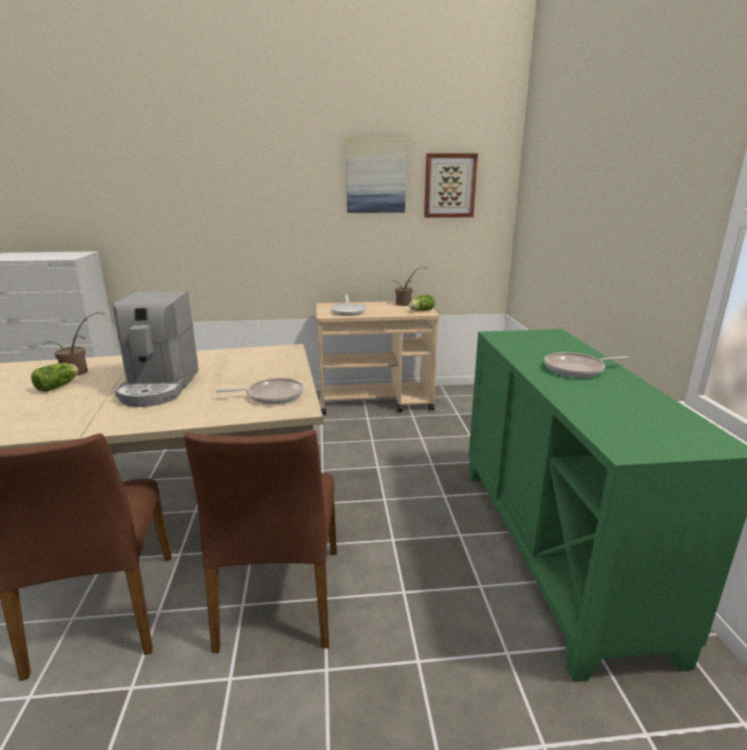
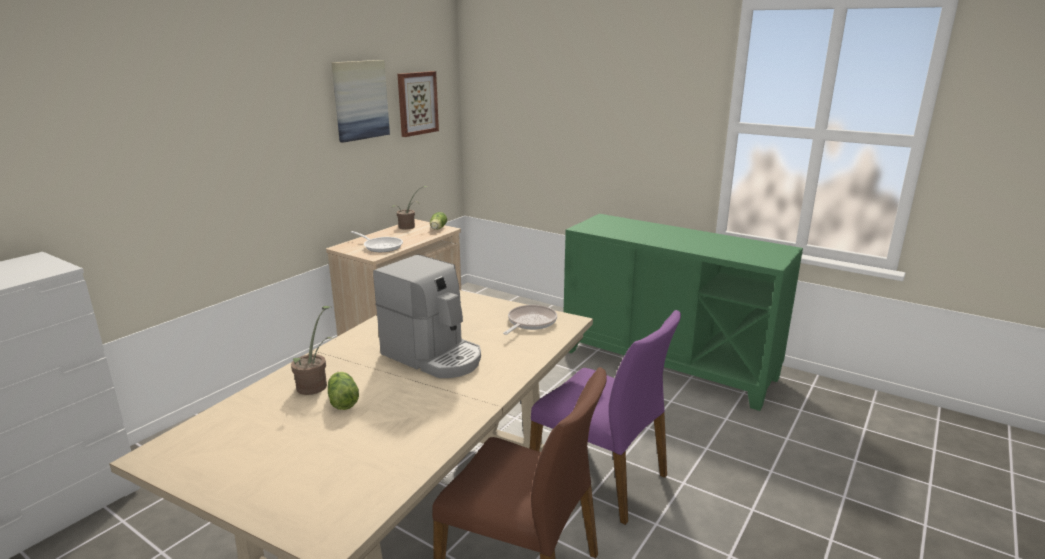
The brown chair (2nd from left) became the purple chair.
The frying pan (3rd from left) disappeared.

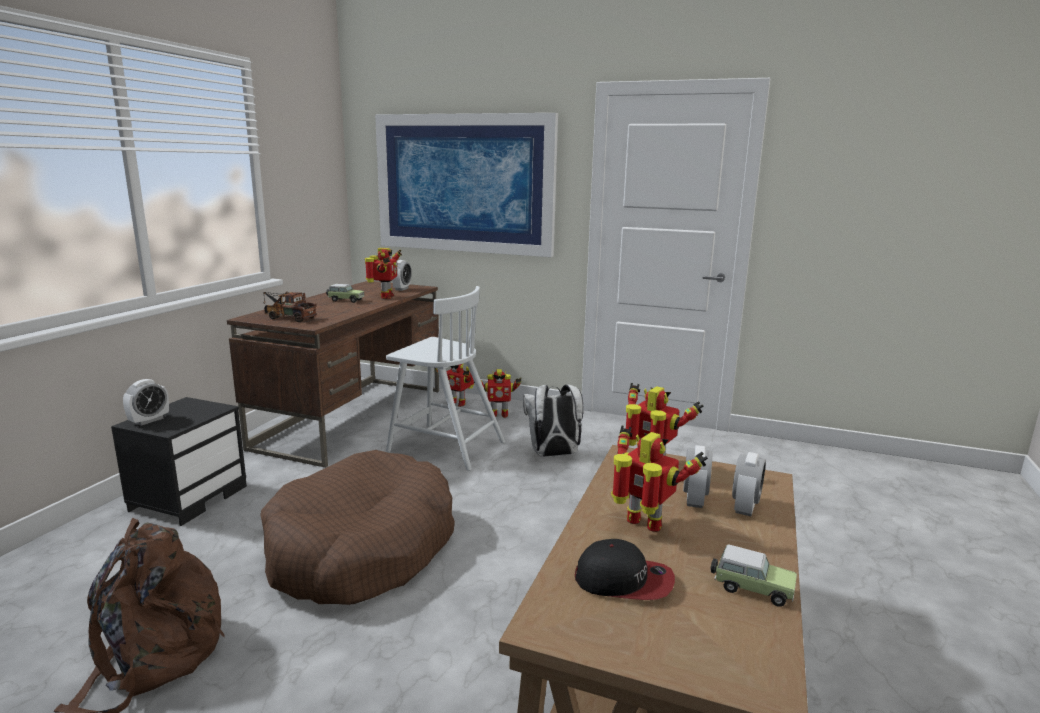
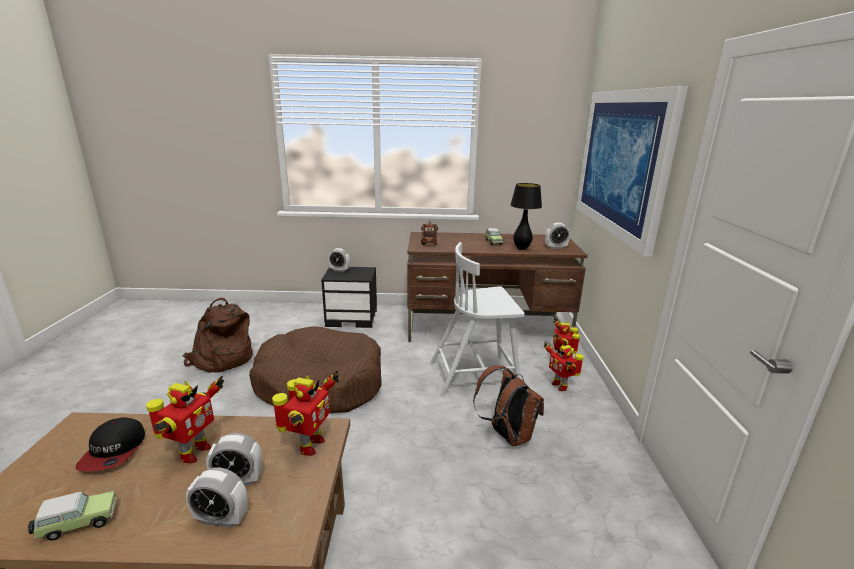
The toy robot (1st from left) was replaced by the black table lamp.
The white chair turned 75 degrees clockwise.
The white backpack became the brown backpack (2nd from left).
The toy car (2nd from left in the first image) turned 120 degrees counterclockwise.

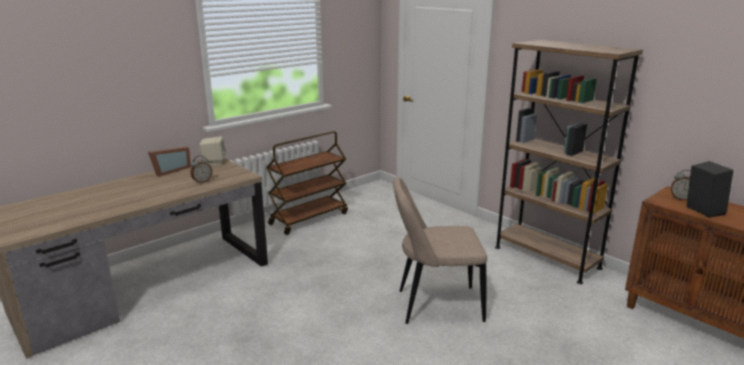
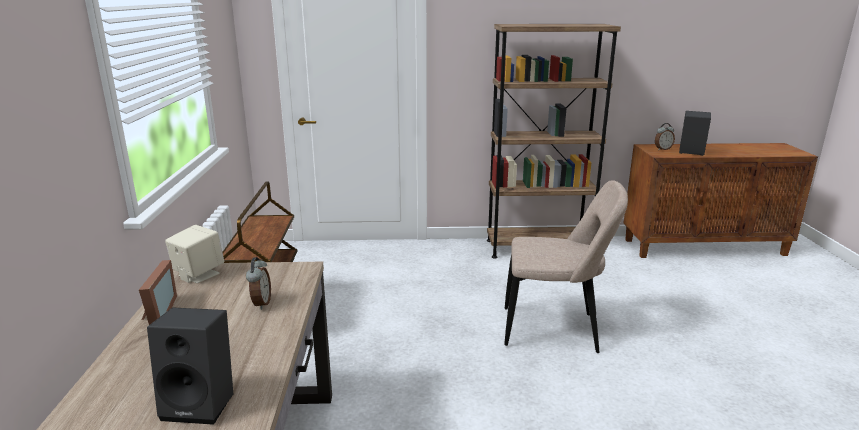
The beige chair turned 120 degrees counterclockwise.
The black speaker (1st from left) appeared.

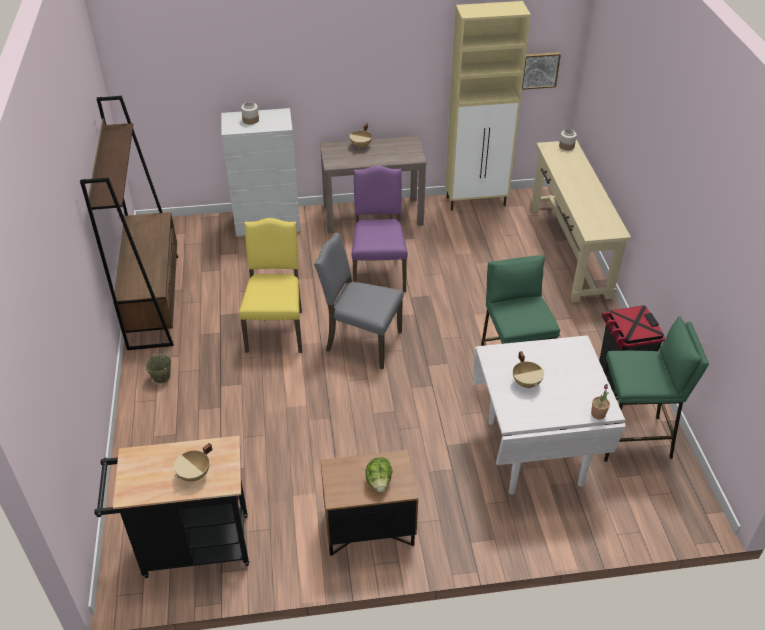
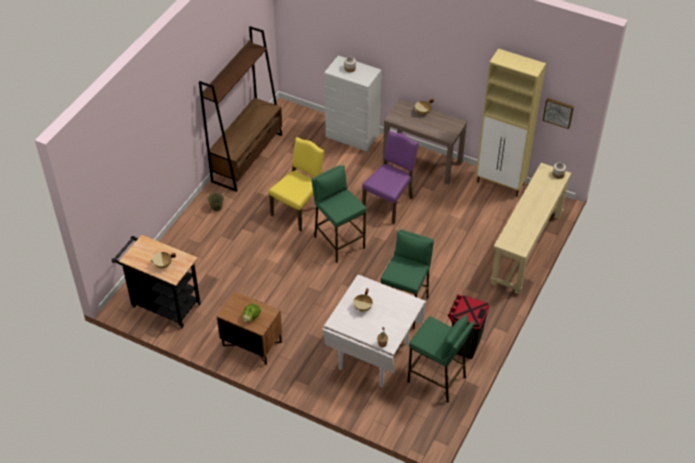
The grey chair was replaced by the green stool (1st from left).

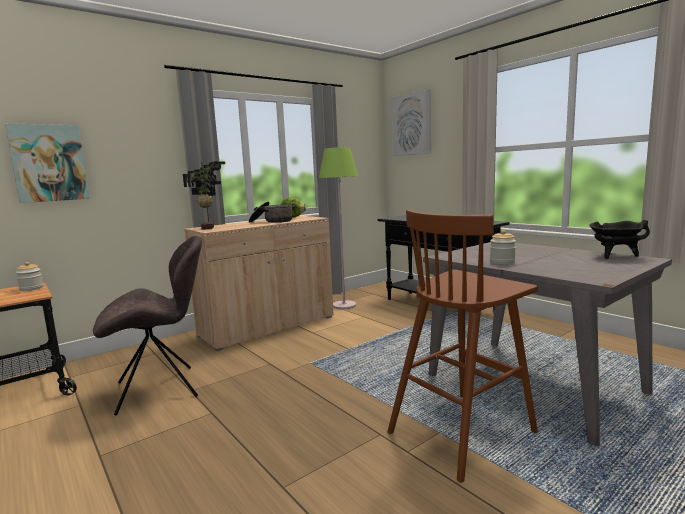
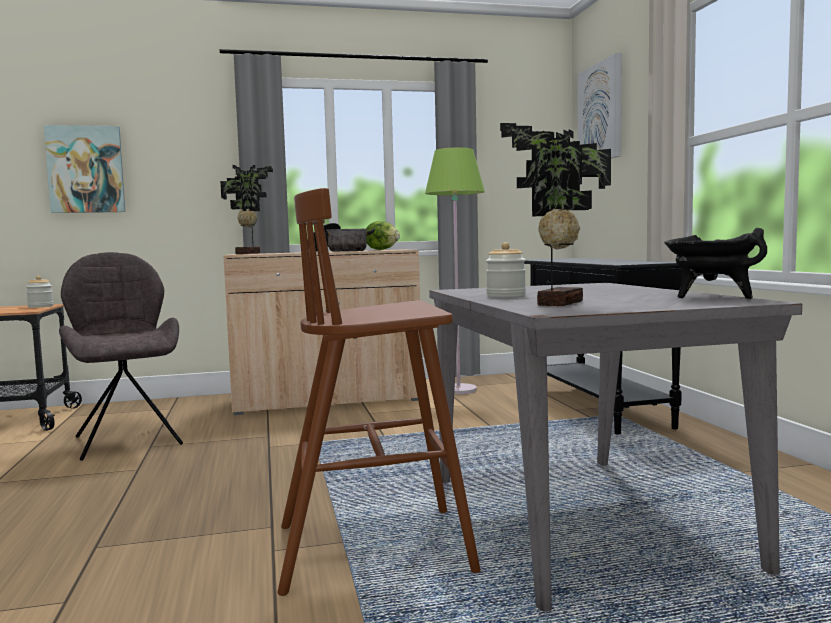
The grey chair turned 120 degrees counterclockwise.
The potted plant (2nd from left) appeared.

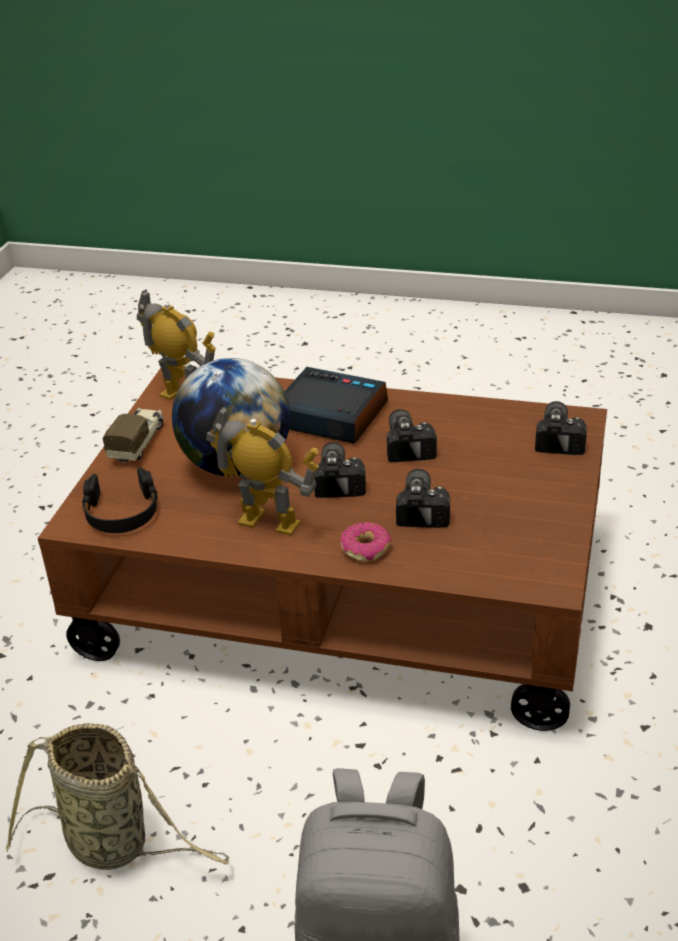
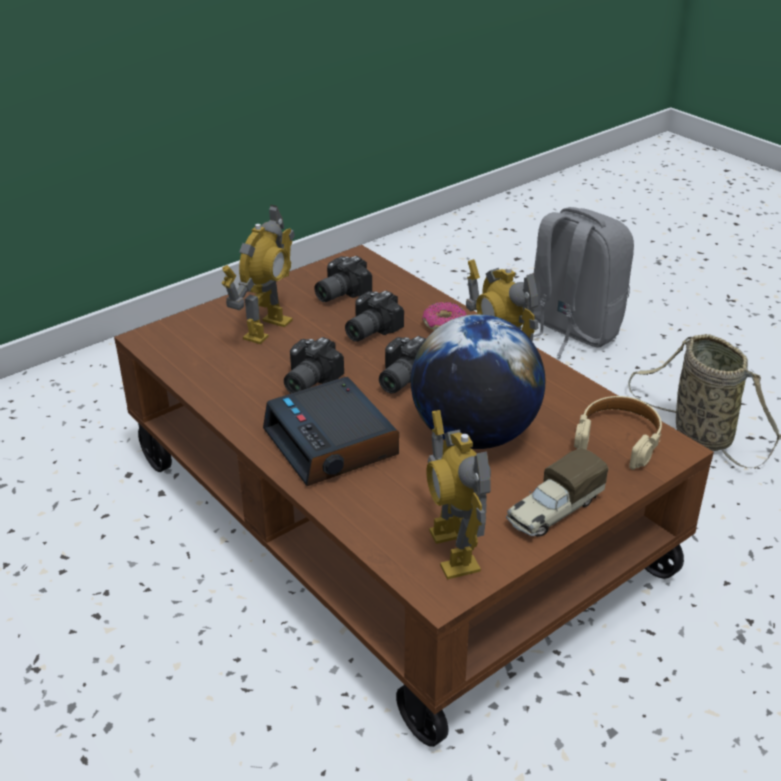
The black headphones became the beige headphones.
The photo camera (4th from left in the first image) moved.
The toy robot (1st from left) appeared.

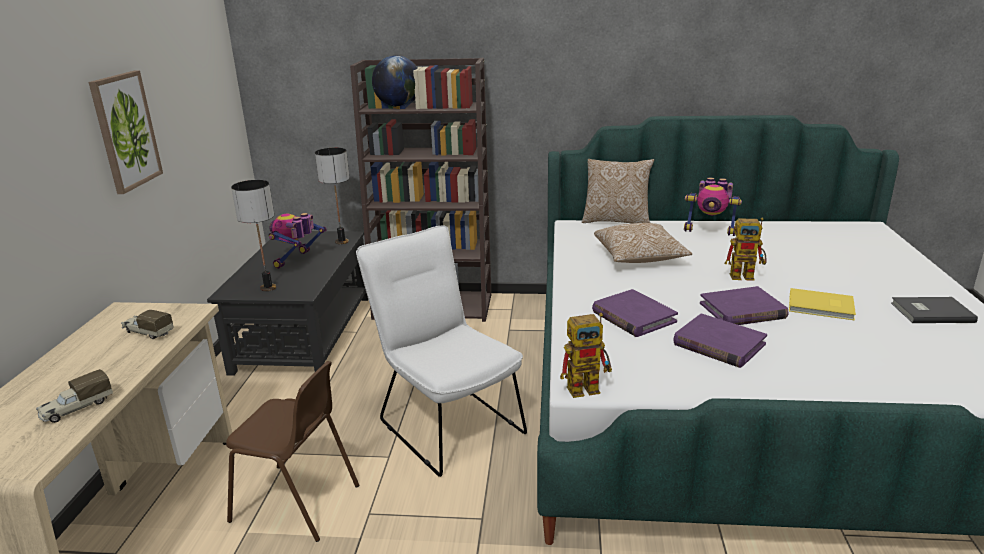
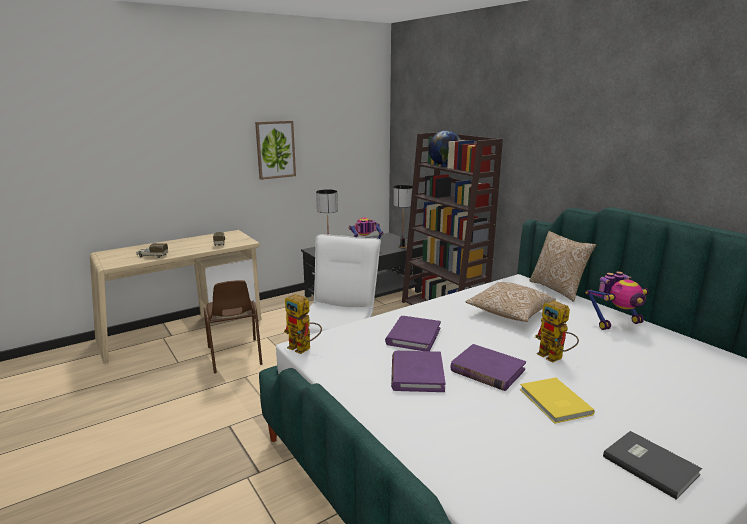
The toy robot (3rd from left in the first image) turned 90 degrees counterclockwise.

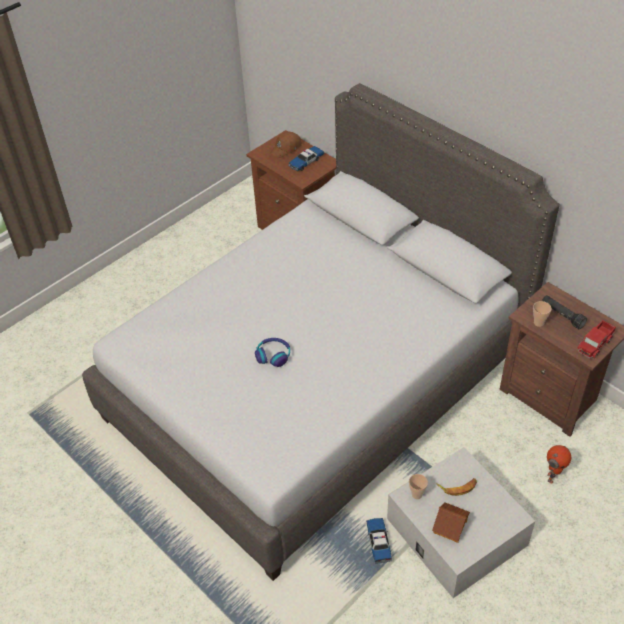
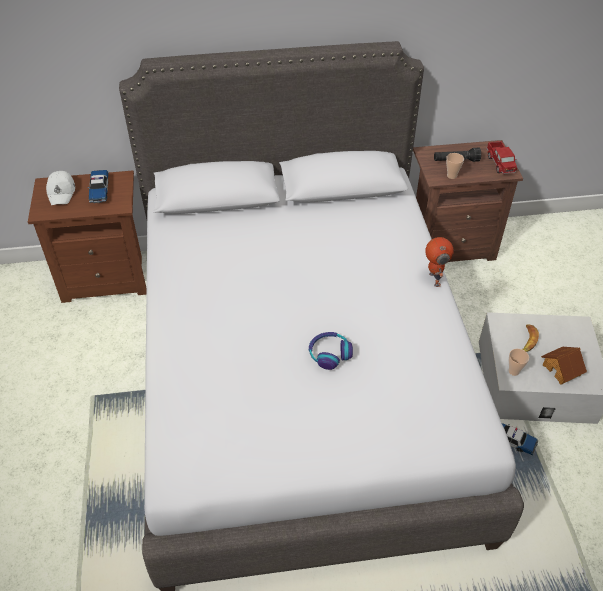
The brown cap became the white cap.
The toy robot moved.

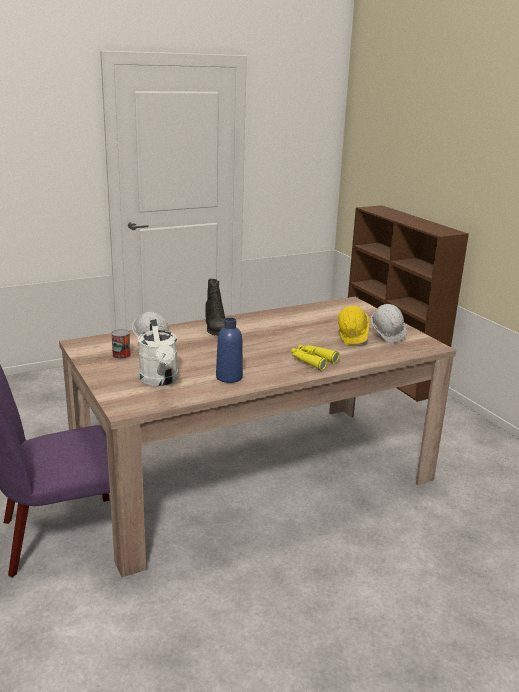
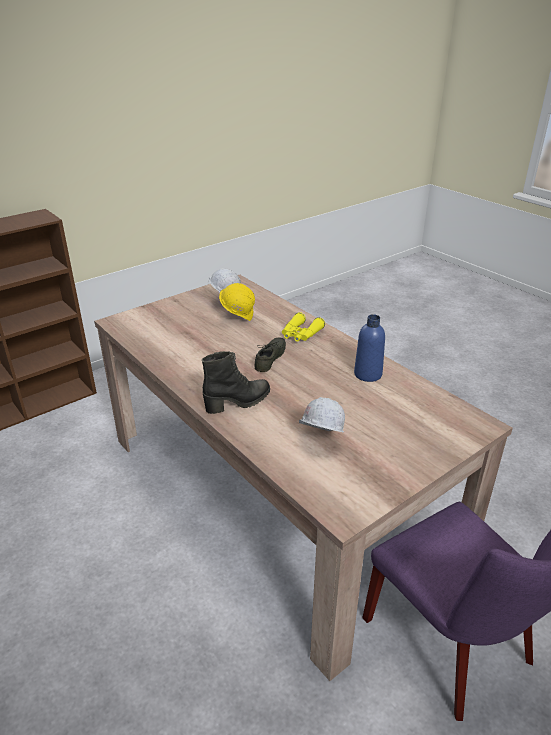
The can disappeared.
The white watering can disappeared.
The grey shoe appeared.

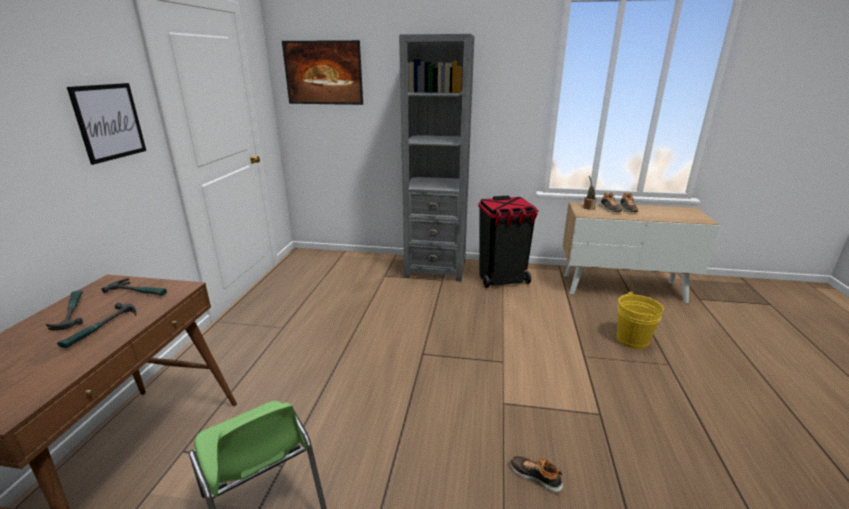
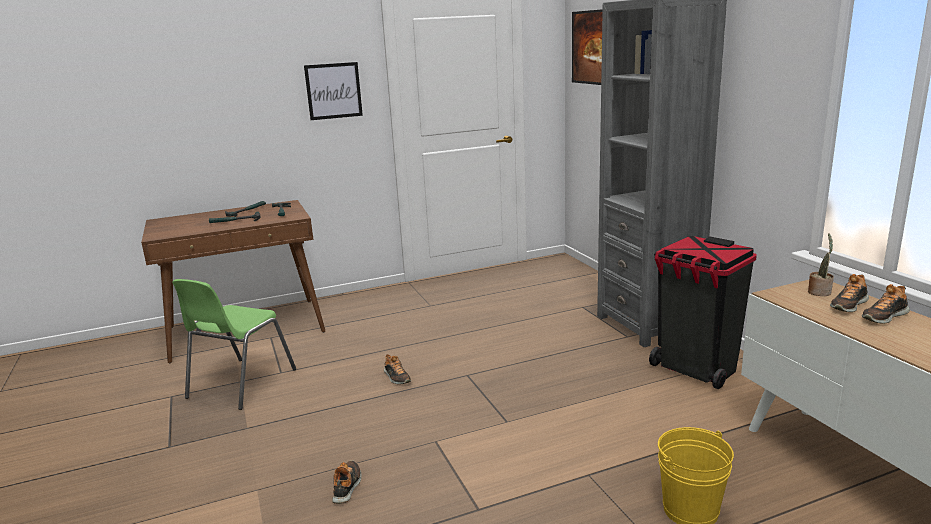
The shoe (2nd from left) appeared.

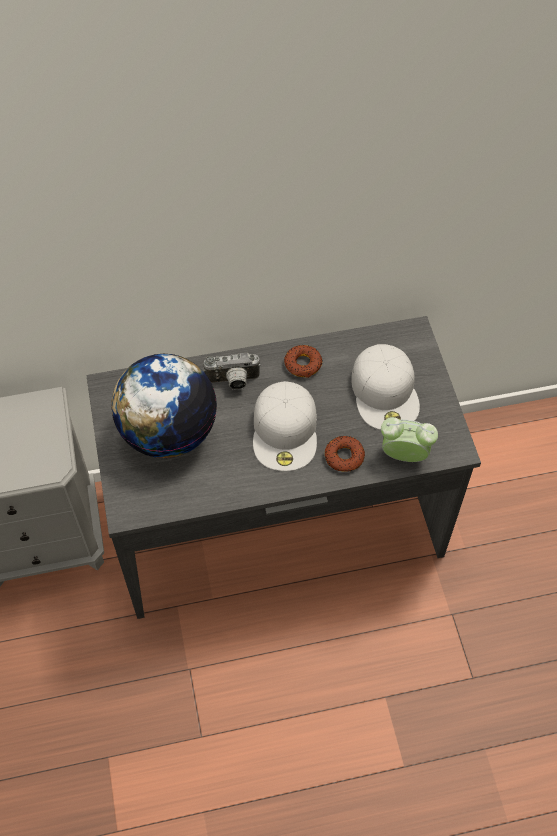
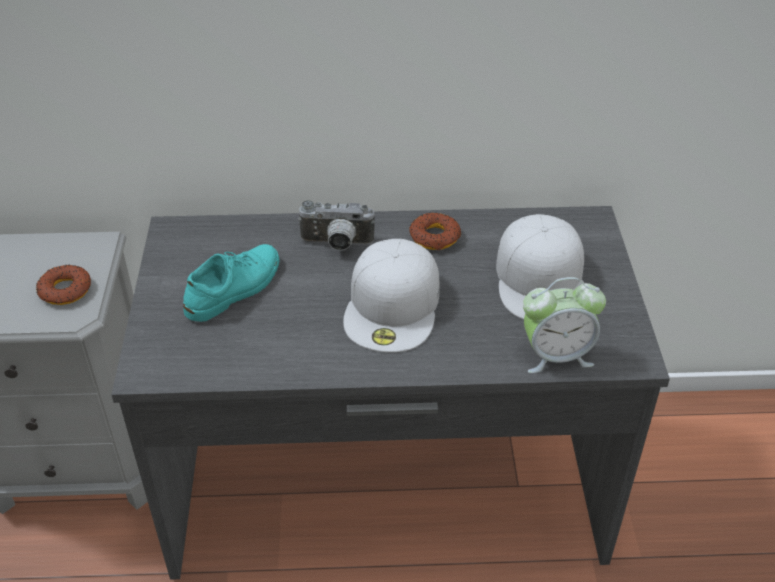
The globe was replaced by the turquoise shoe.
The donut (2nd from left in the first image) moved.
The alarm clock turned 150 degrees clockwise.

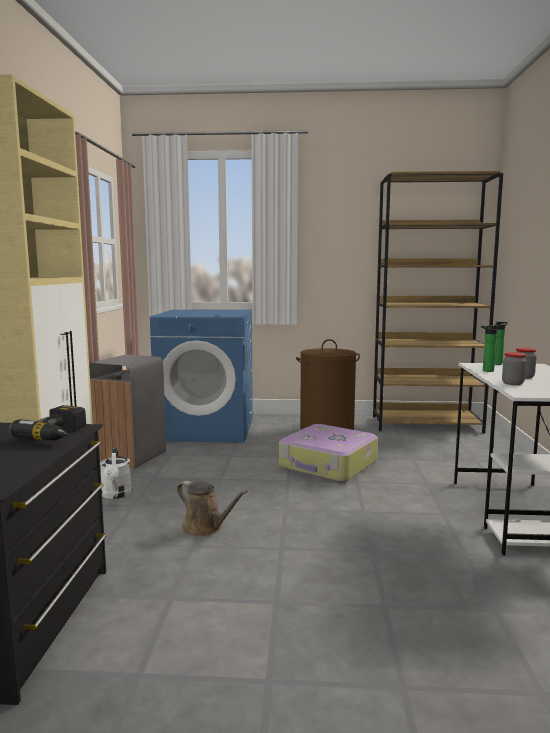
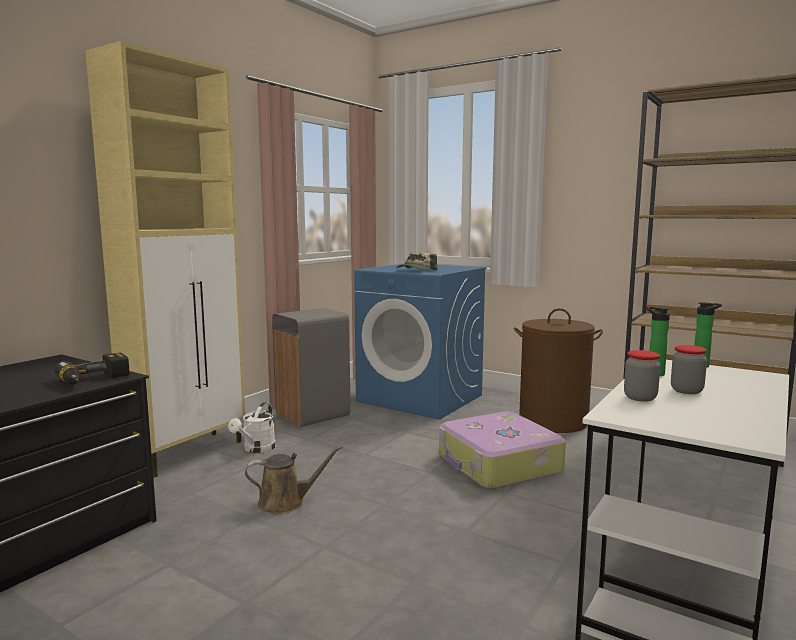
The brown watering can turned 75 degrees counterclockwise.
The cap appeared.

